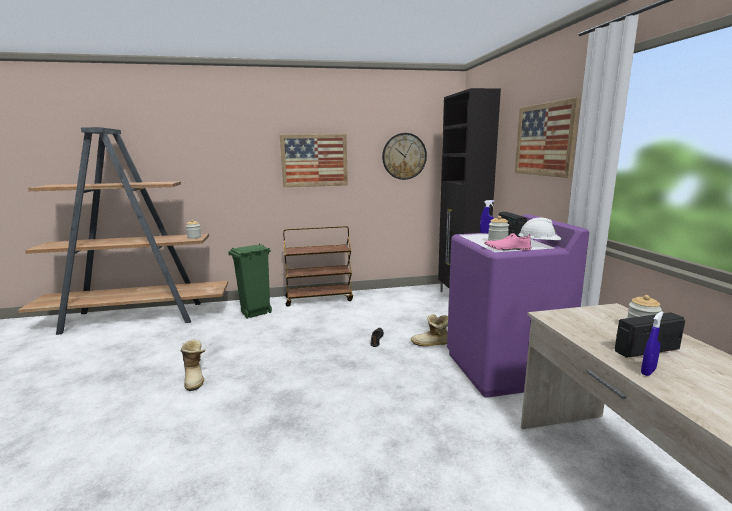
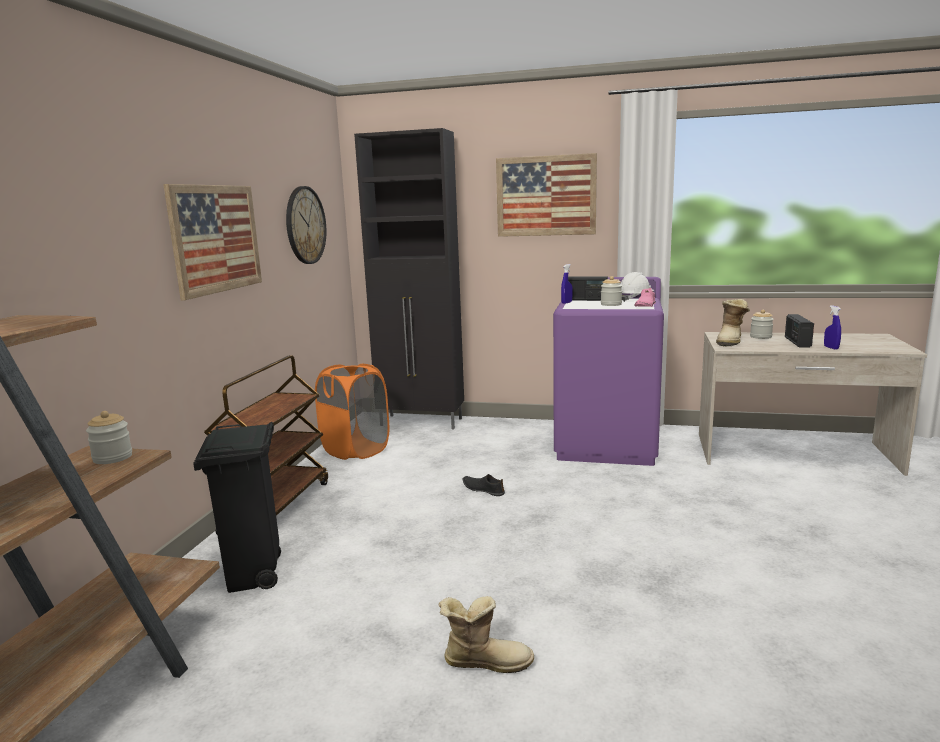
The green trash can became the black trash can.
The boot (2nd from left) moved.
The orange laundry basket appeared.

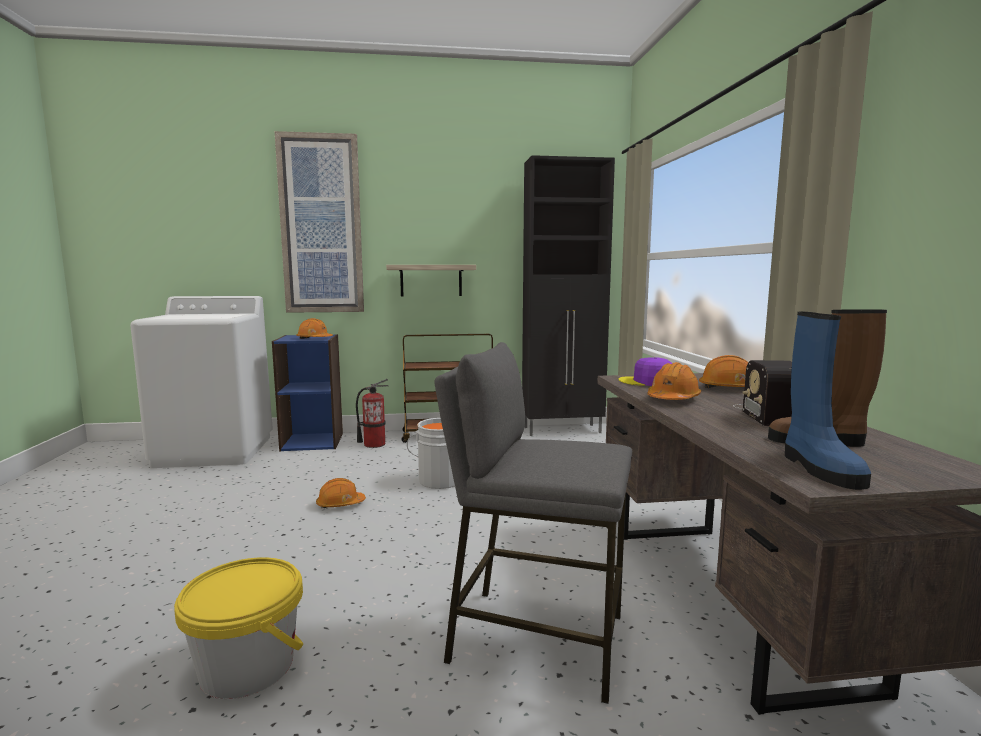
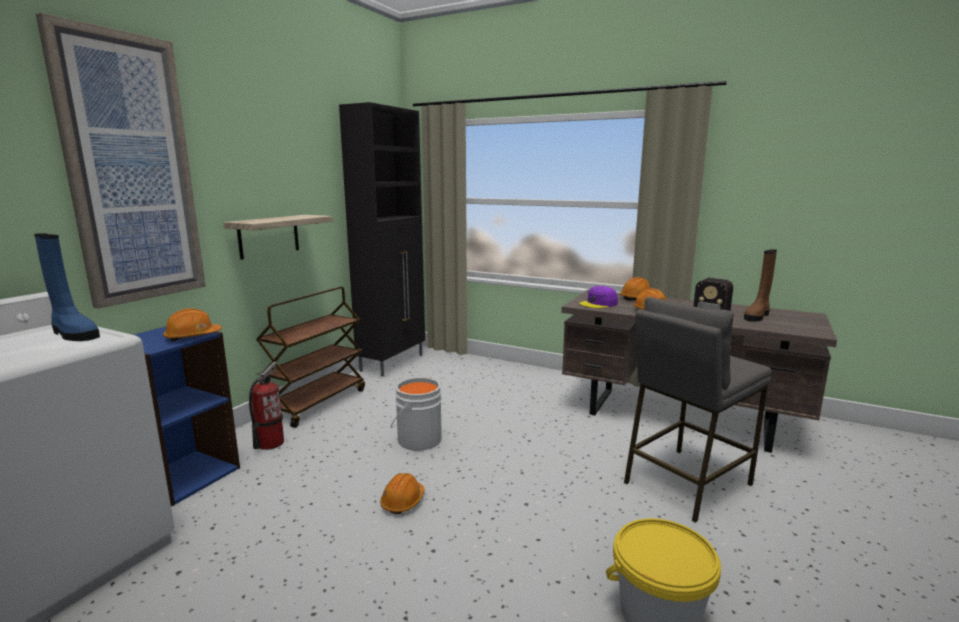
The blue boot moved.

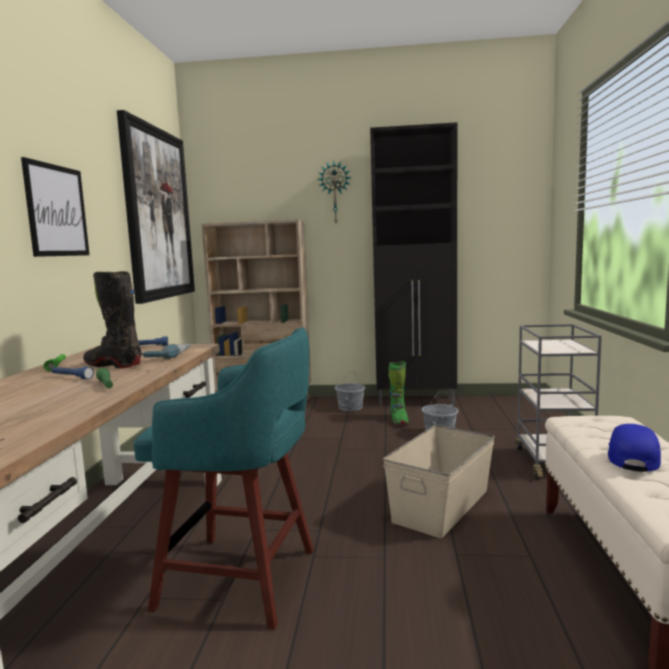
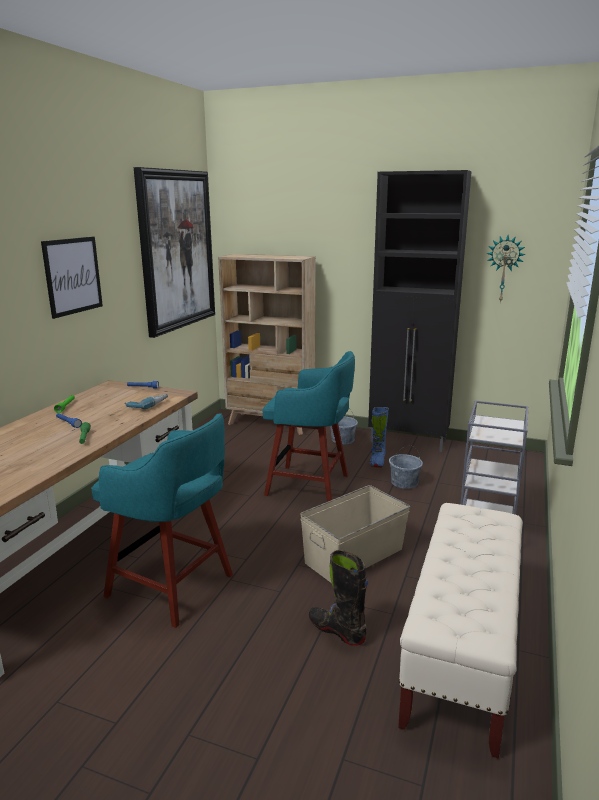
The black boot moved.
The wall clock moved.
The green boot became the blue boot.
The blue cap disappeared.
The turquoise stool (2nd from left) appeared.

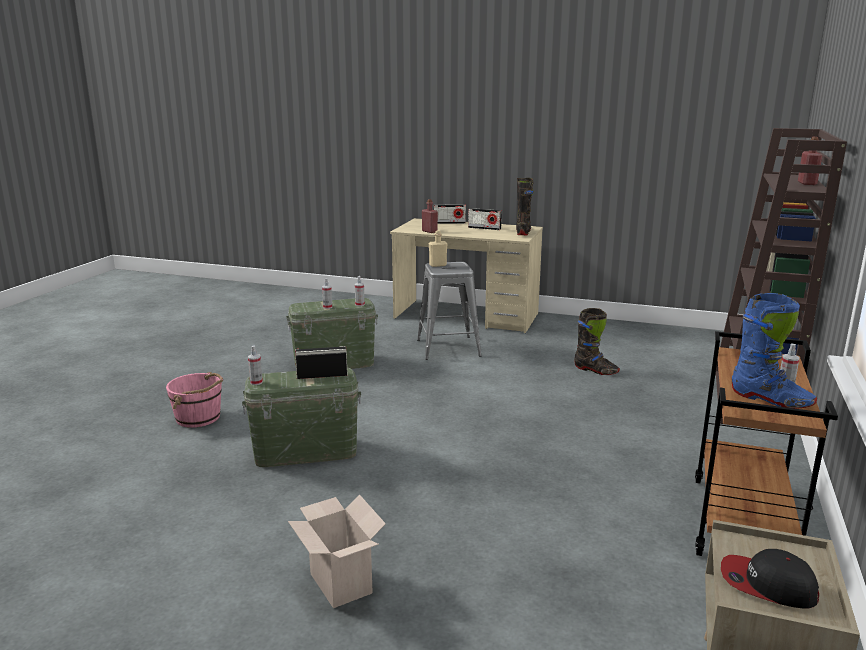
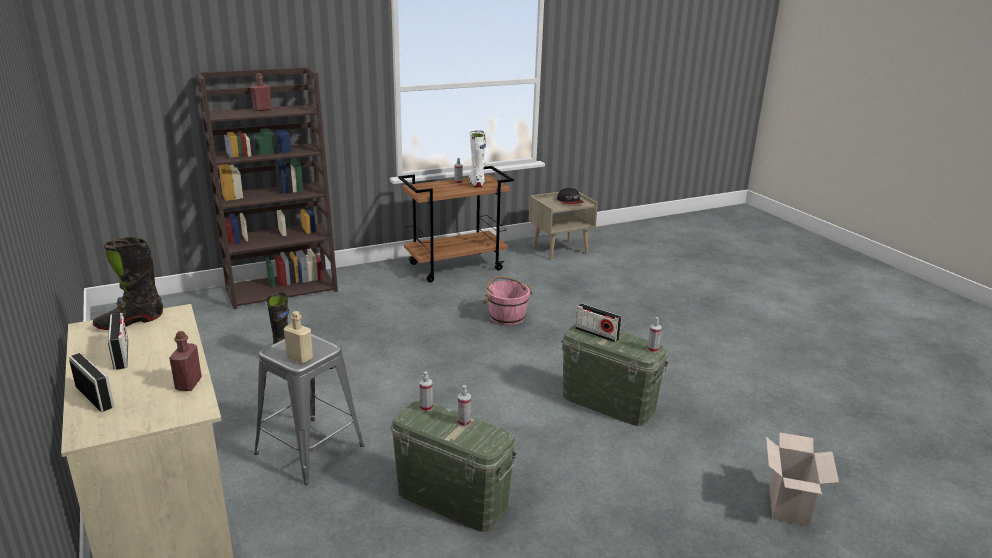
The pink bucket moved.
The cardboard box moved.
The blue boot became the white boot.

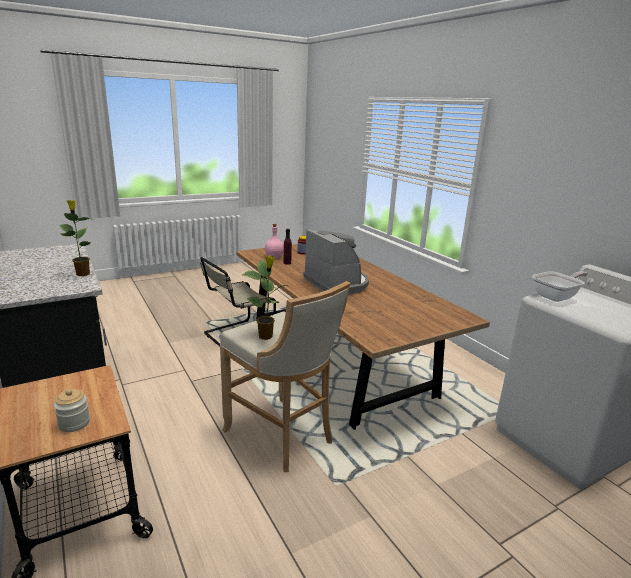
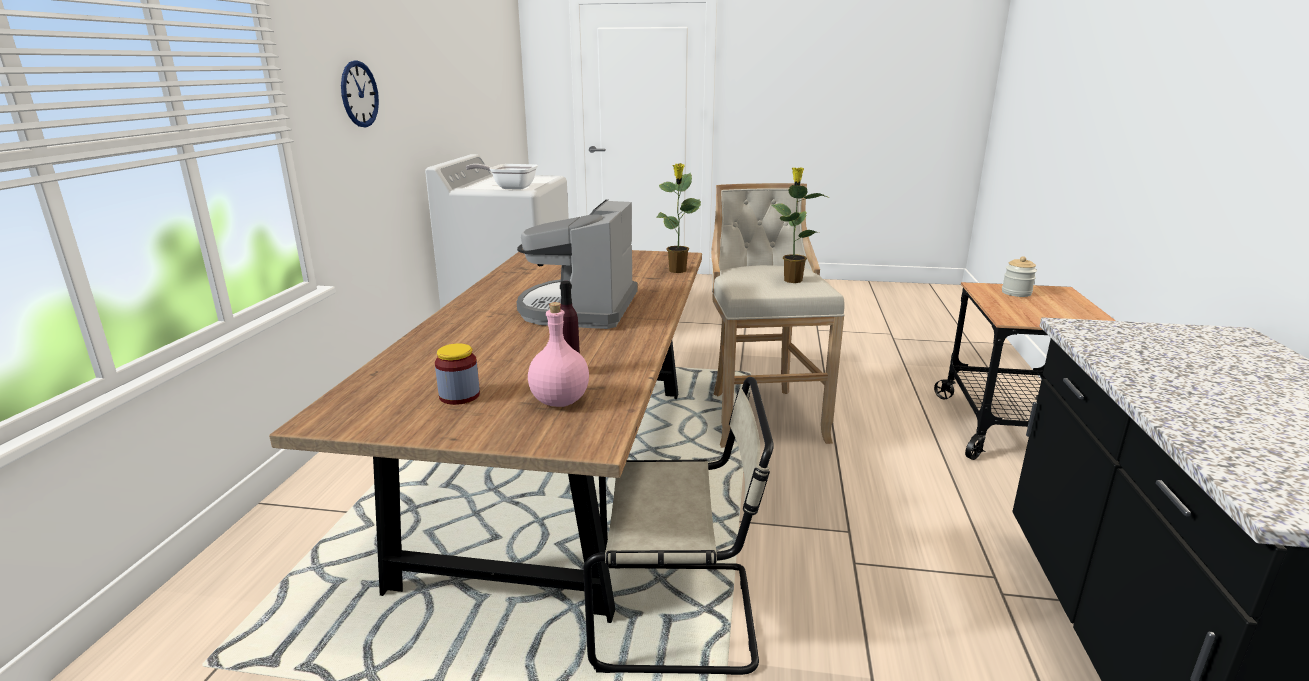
The potted plant (1st from left) moved.
The wall clock appeared.

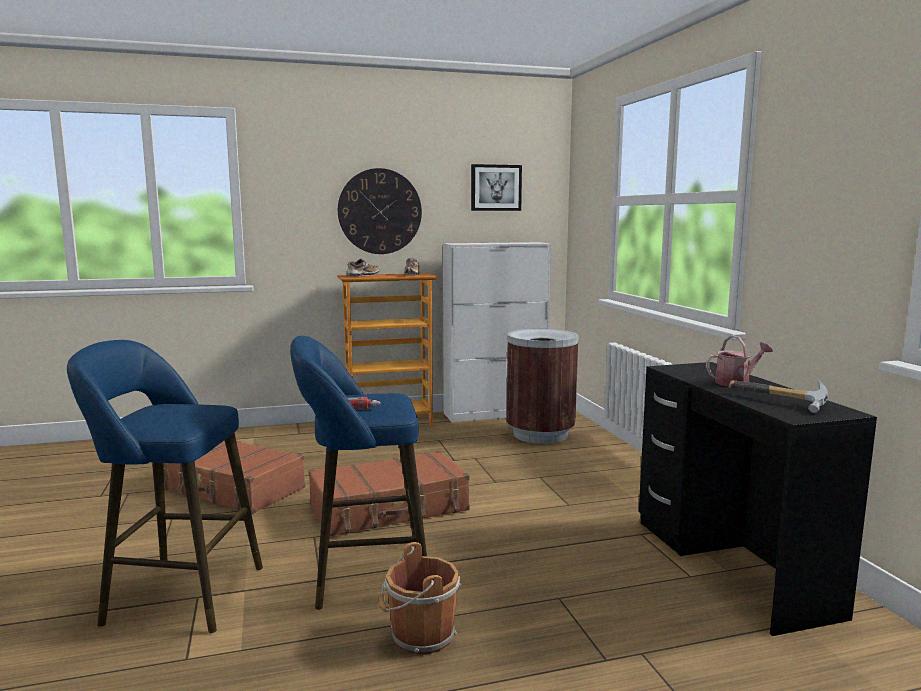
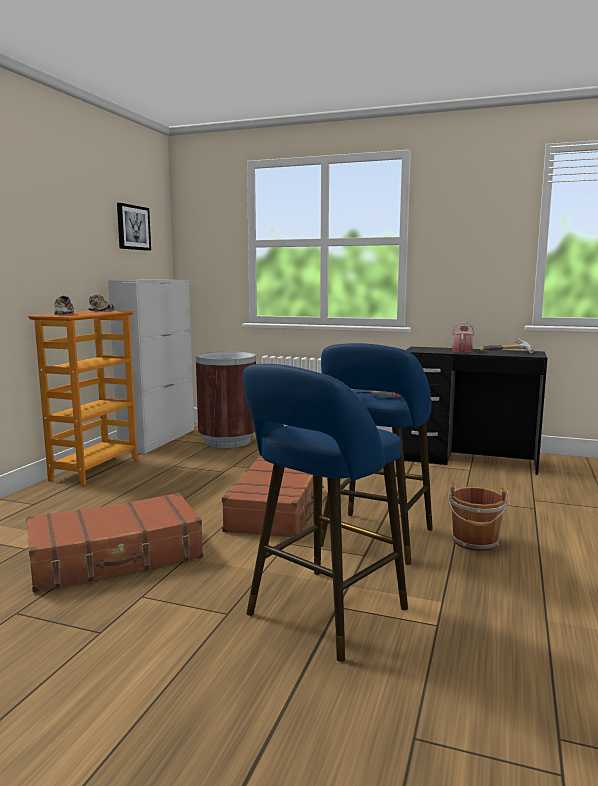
The wall clock disappeared.

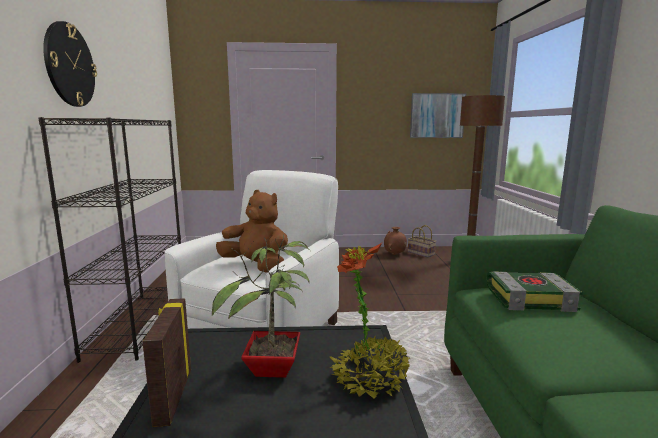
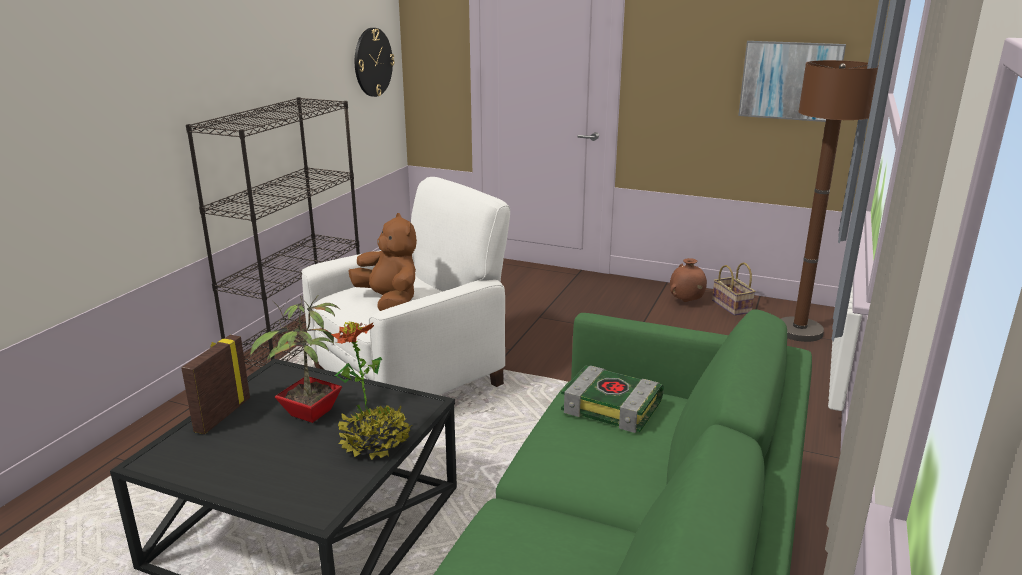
The wall clock moved.

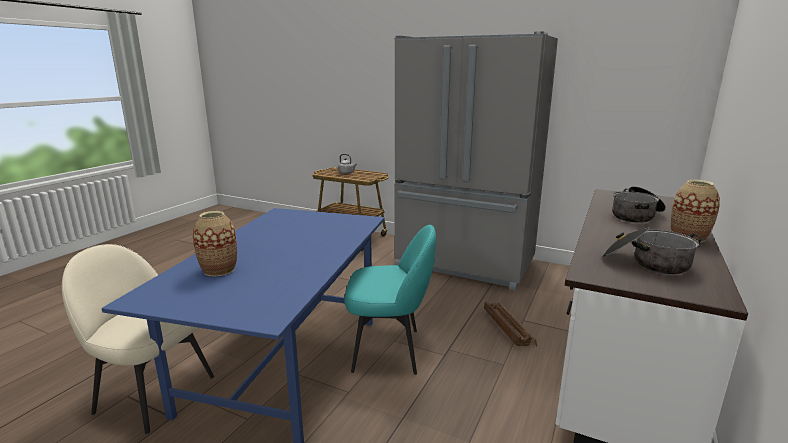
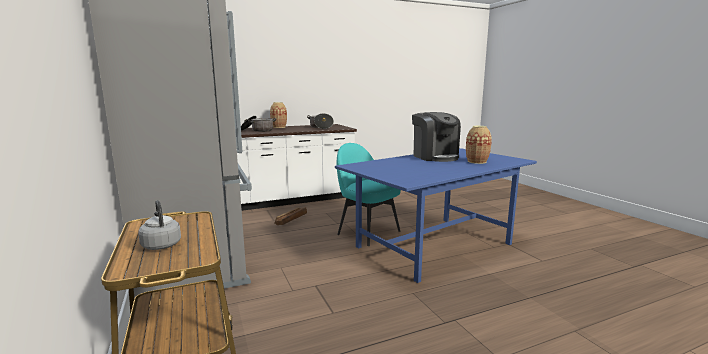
The beige chair disappeared.
The coffee machine appeared.

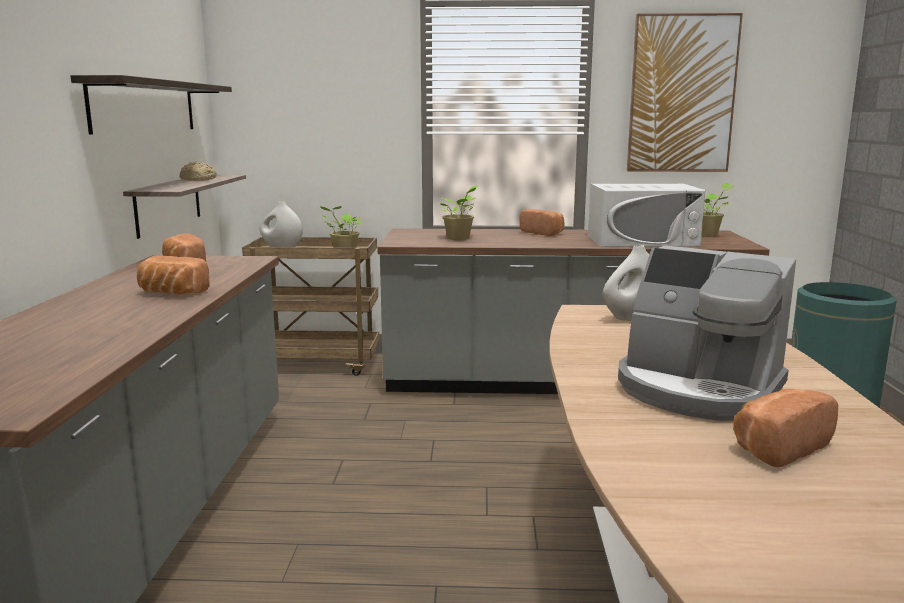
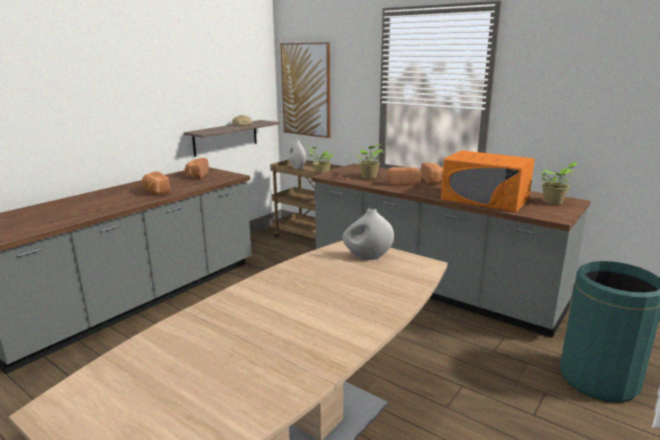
The shelf (1st from left) disappeared.
The white microwave became the orange microwave.
The coffee machine disappeared.
The picture moved.
The bread (5th from left in the first image) moved.

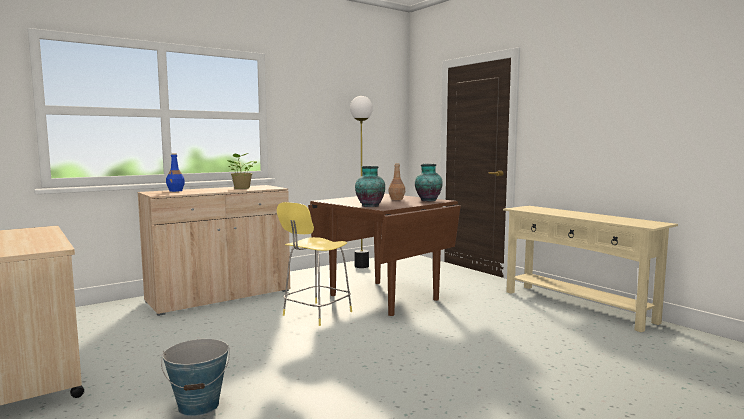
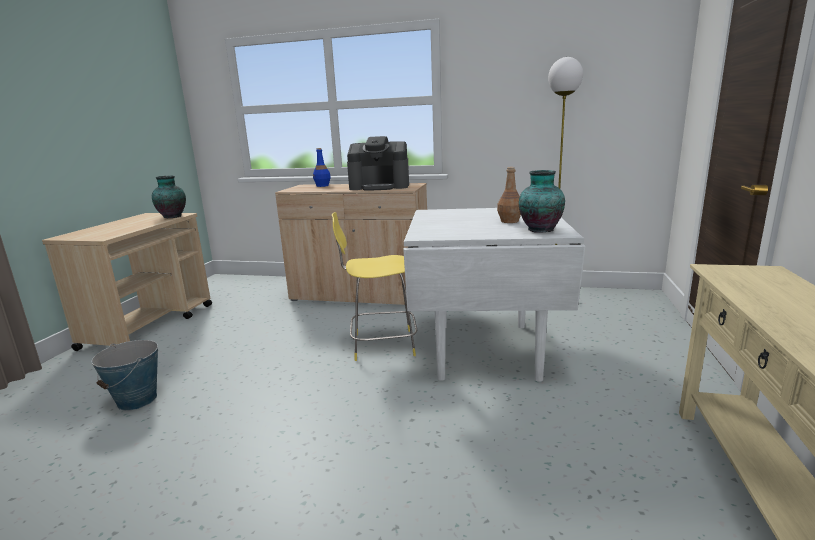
The potted plant was replaced by the coffee machine.
The brown dining table became the white dining table.
The vase (1st from left) moved.

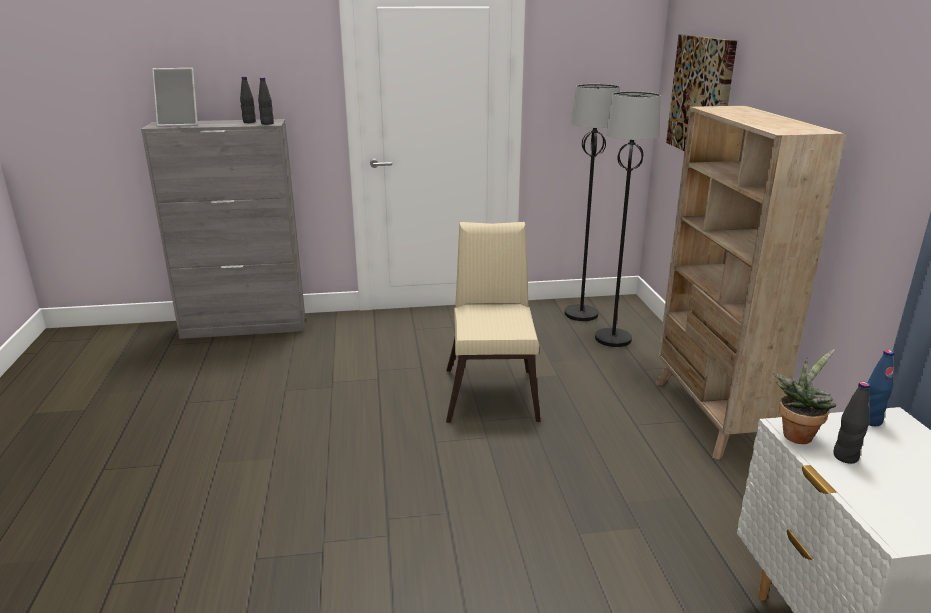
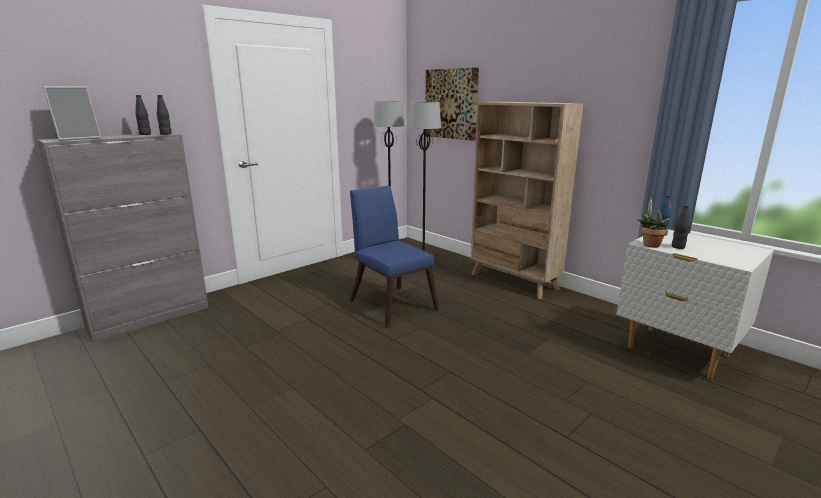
The beige chair became the blue chair.

